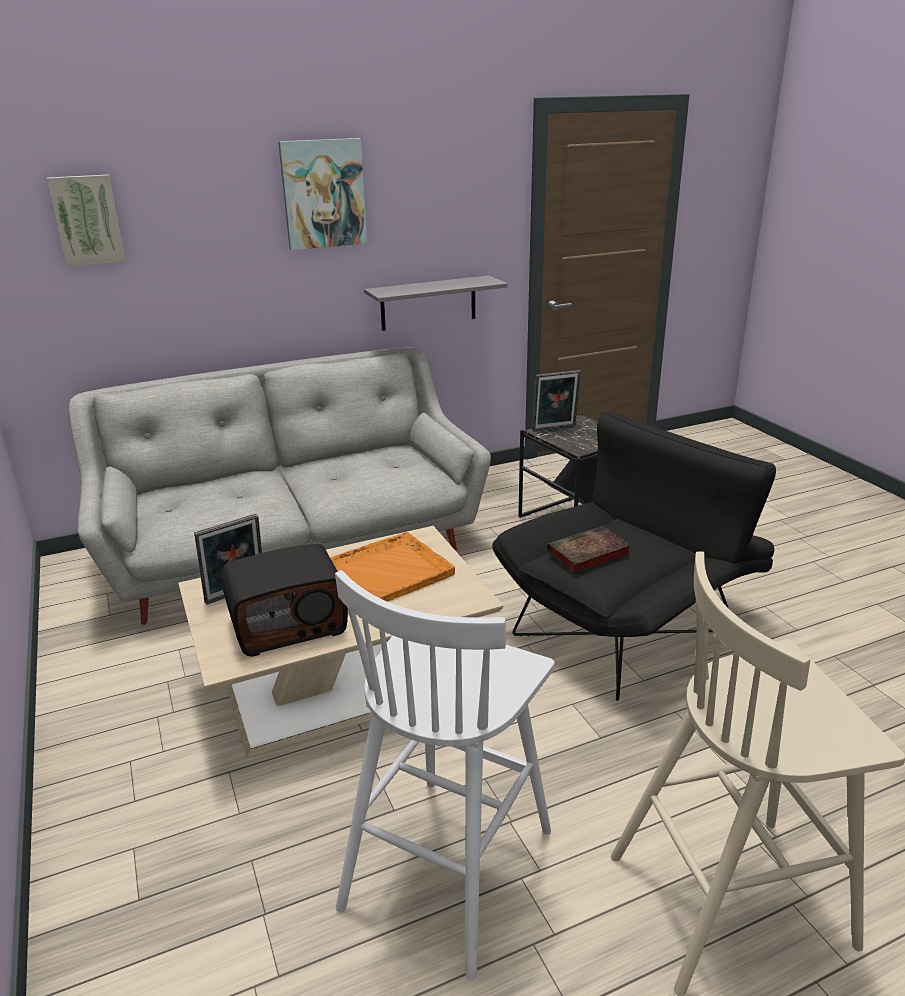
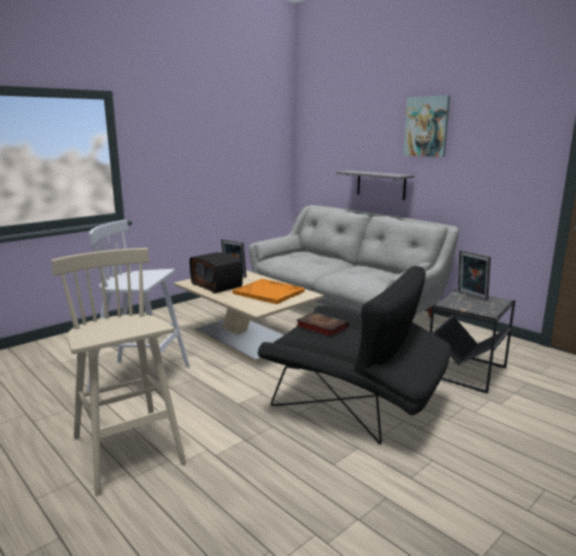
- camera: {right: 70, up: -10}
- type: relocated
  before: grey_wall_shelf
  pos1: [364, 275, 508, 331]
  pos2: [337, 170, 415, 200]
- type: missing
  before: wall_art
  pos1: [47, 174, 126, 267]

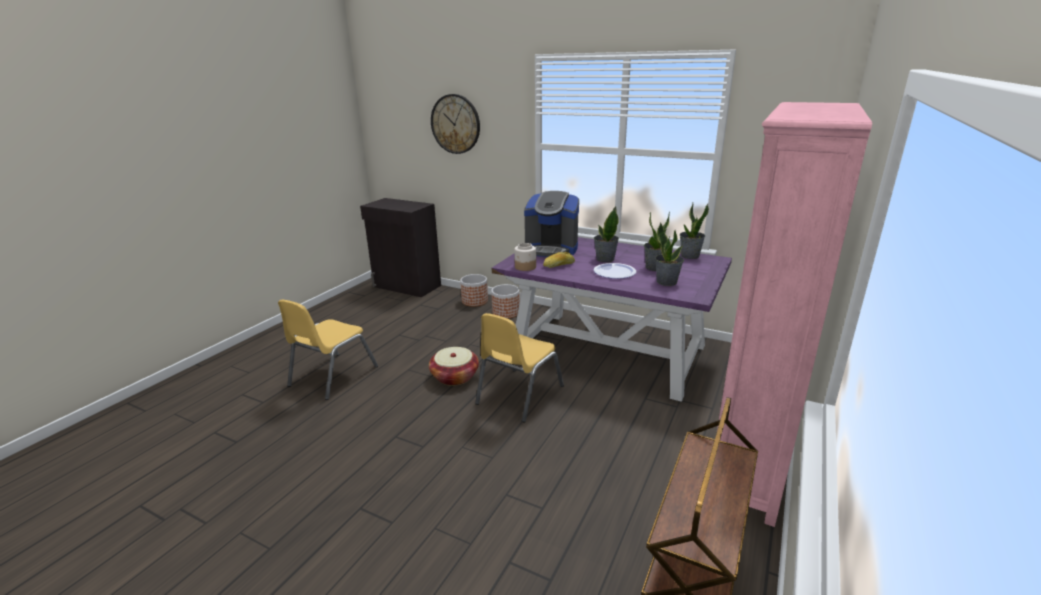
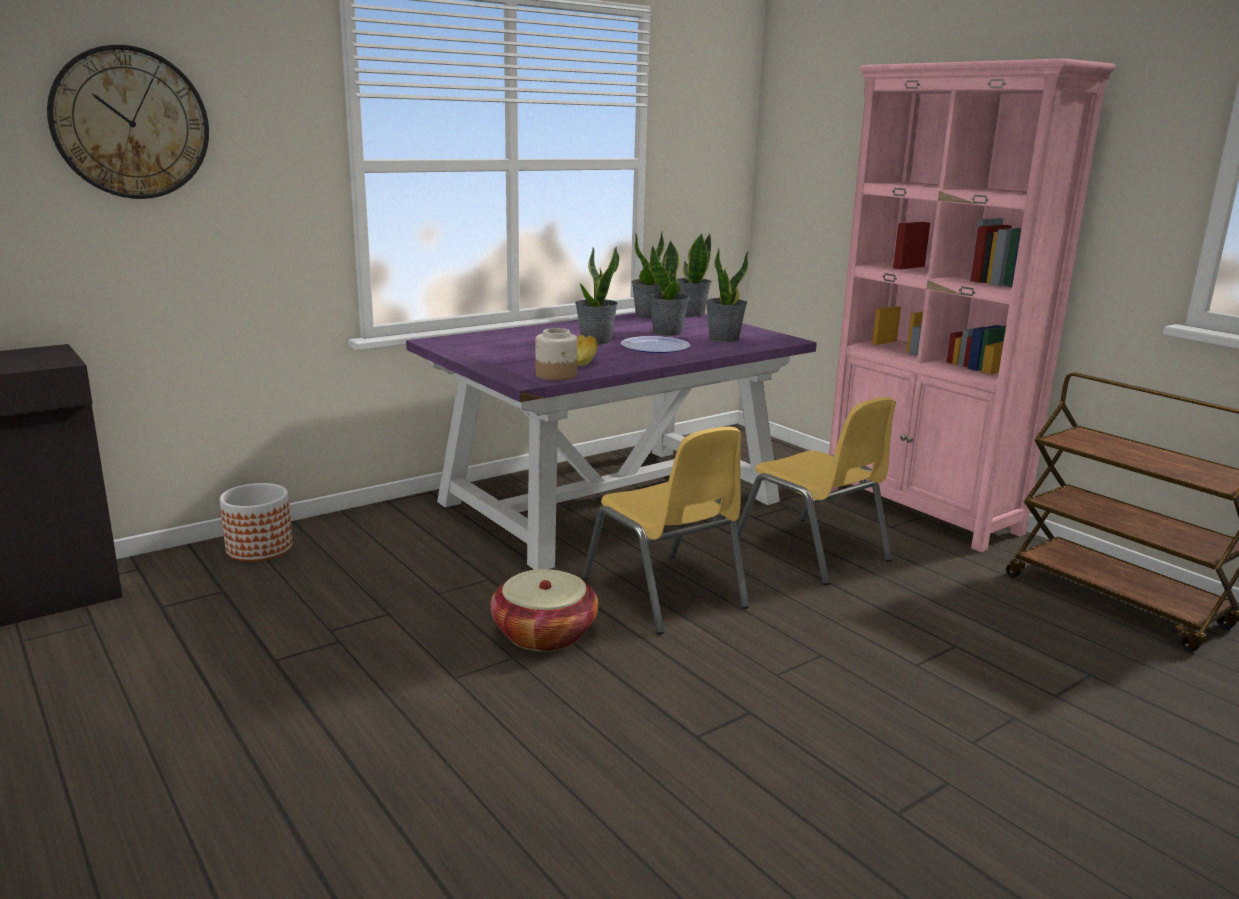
- camera: {right: -65, up: -5}
- type: appeared
  after: potted_plant
  pos2: [677, 233, 712, 317]
- type: relocated
  before: yellow-coloured_chair
  pos1: [278, 300, 378, 400]
  pos2: [737, 397, 896, 585]
- type: missing
  before: plant_pot
  pos1: [491, 284, 520, 319]
- type: missing
  before: coffee_brewer
  pos1: [524, 191, 579, 257]

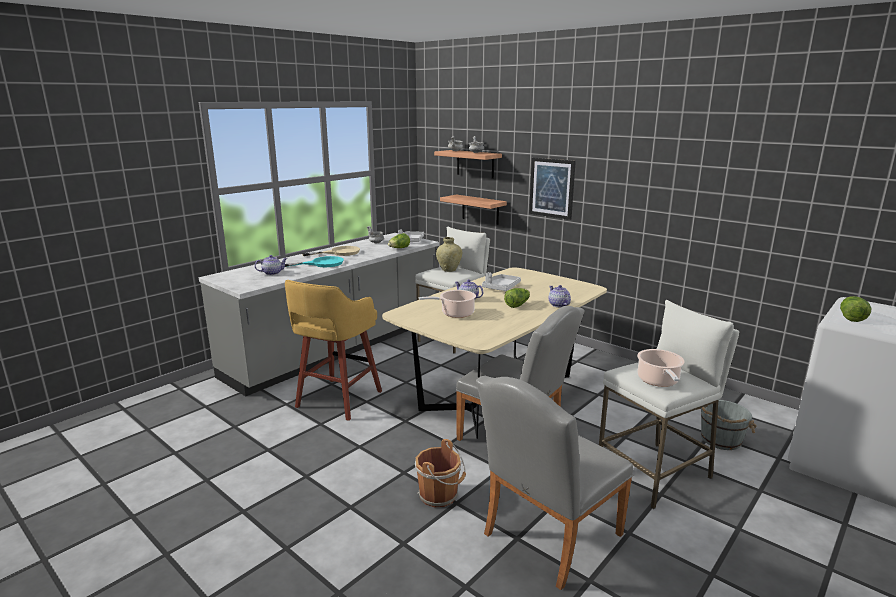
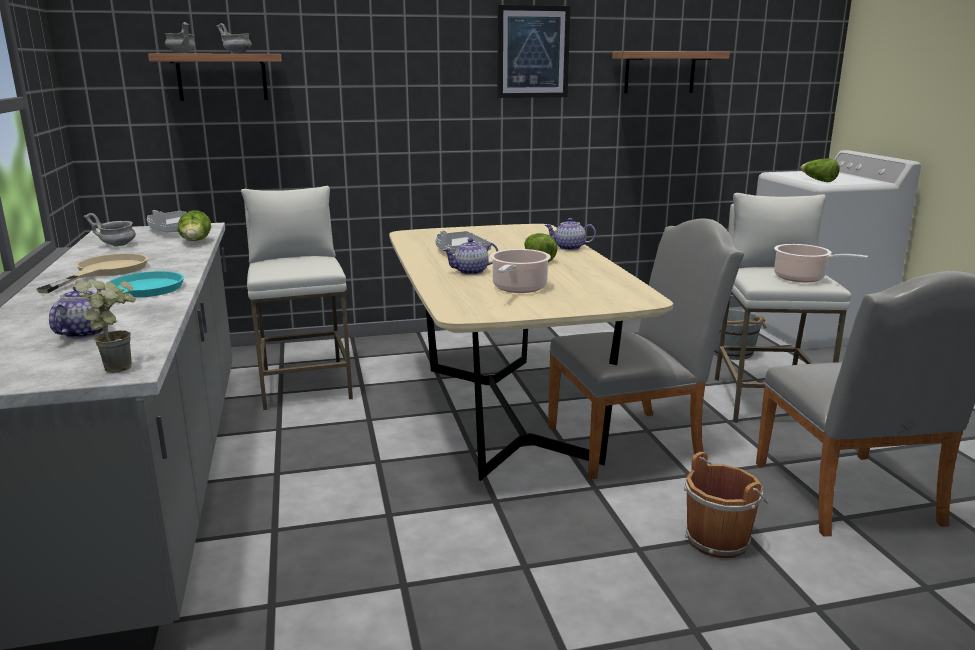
- camera: {right: -55, up: 0}
- type: appeared
  after: potted_plant
  pos2: [74, 280, 136, 373]
- type: relocated
  before: wall_art
  pos1: [529, 158, 576, 220]
  pos2: [497, 5, 571, 98]
- type: relocated
  before: wall_shelf
  pos1: [440, 194, 507, 225]
  pos2: [612, 51, 730, 93]
- type: missing
  before: yellow-coloured_stool
  pos1: [285, 280, 382, 421]
- type: missing
  before: beige_flower_vase
  pos1: [436, 237, 462, 272]

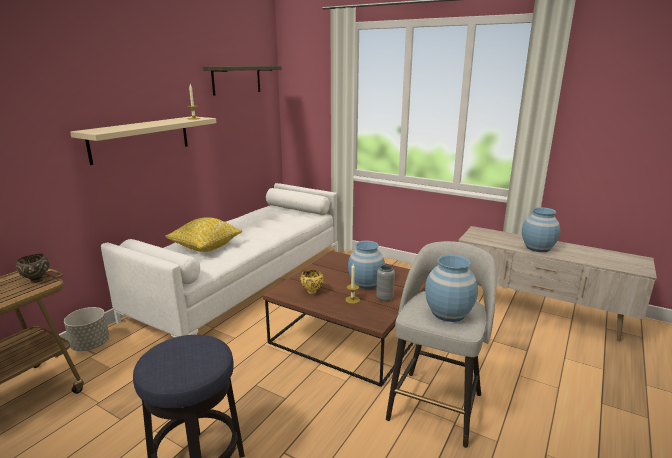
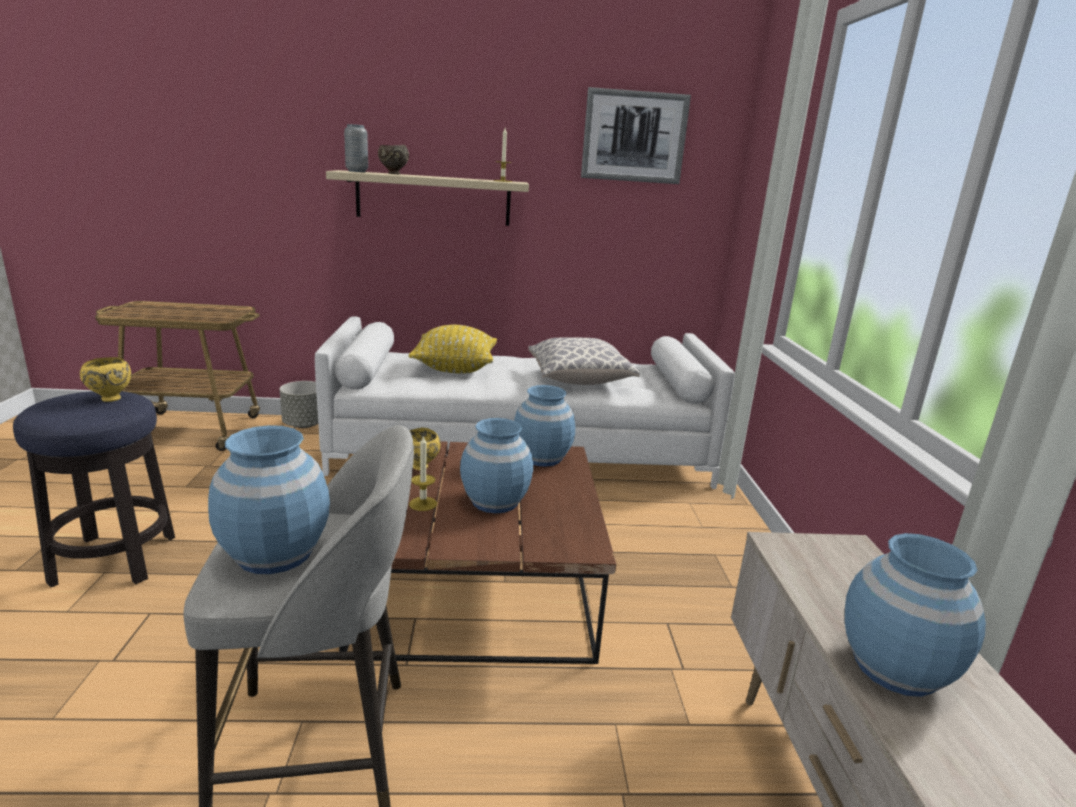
- camera: {right: 55, up: 0}
- type: appeared
  after: yellow-coloured_bowl
  pos2: [80, 357, 132, 402]
- type: relocated
  before: grey_flower_vase
  pos1: [376, 265, 395, 302]
  pos2: [344, 124, 368, 172]
- type: relocated
  before: brown_bowl
  pos1: [16, 254, 50, 283]
  pos2: [378, 145, 409, 174]
- type: appeared
  after: blue-coloured_flower_vase
  pos2: [514, 385, 575, 467]
- type: appeared
  after: throw_pillow
  pos2: [528, 337, 640, 385]
- type: exchanged
  before: wall_shelf
  after: wall_art
  pos1: [203, 66, 282, 96]
  pos2: [581, 87, 691, 184]

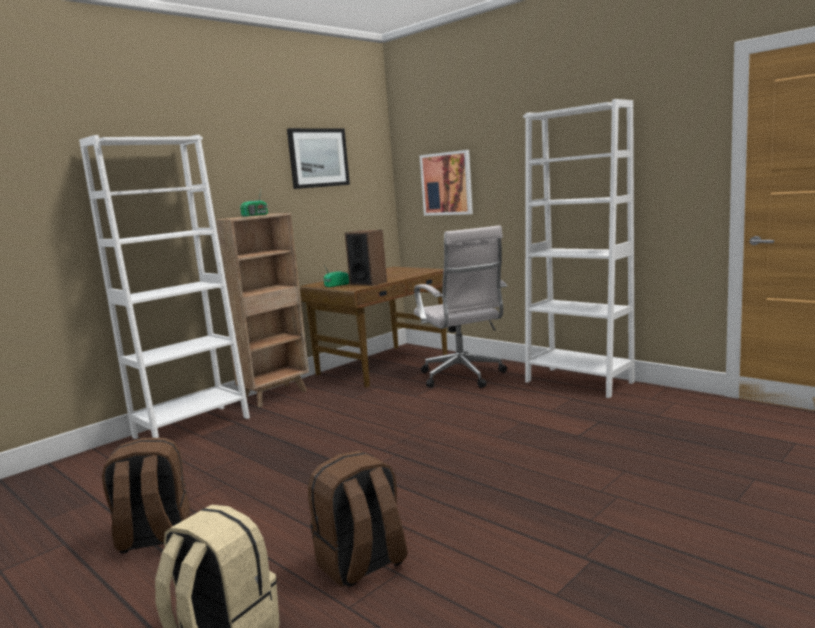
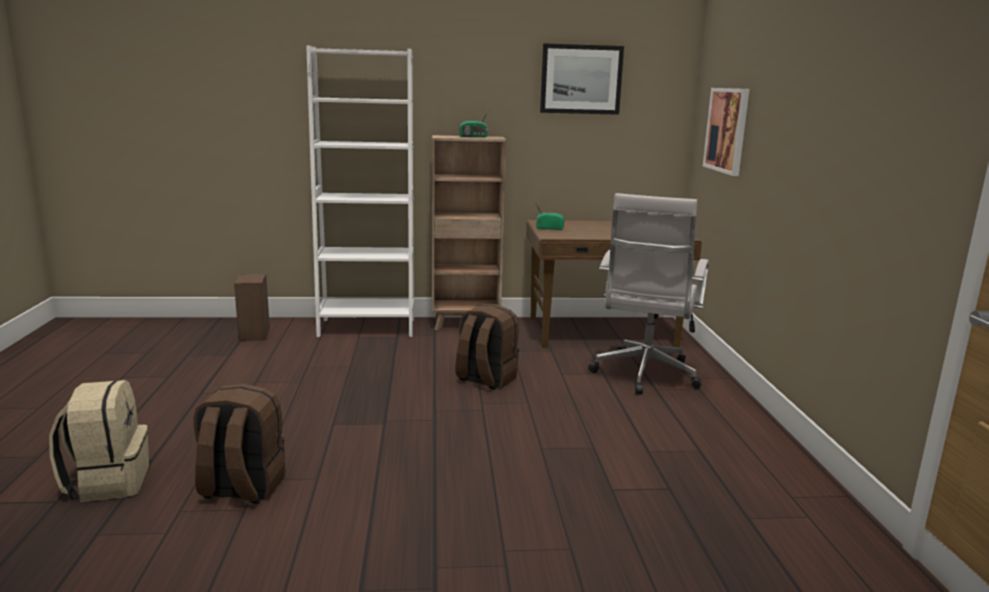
- camera: {right: 40, up: 5}
- type: relocated
  before: speaker
  pos1: [345, 230, 387, 286]
  pos2: [234, 274, 270, 341]
- type: relocated
  before: brown_rucksack
  pos1: [102, 438, 190, 553]
  pos2: [455, 304, 519, 390]
- type: missing
  before: white-coloured_bookshelf
  pos1: [523, 99, 635, 398]

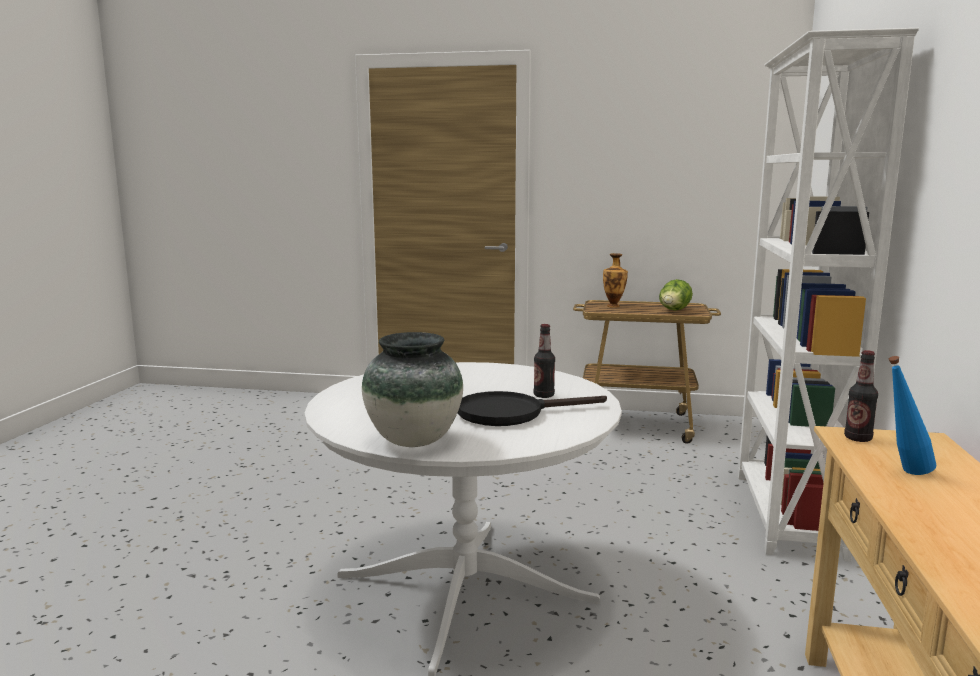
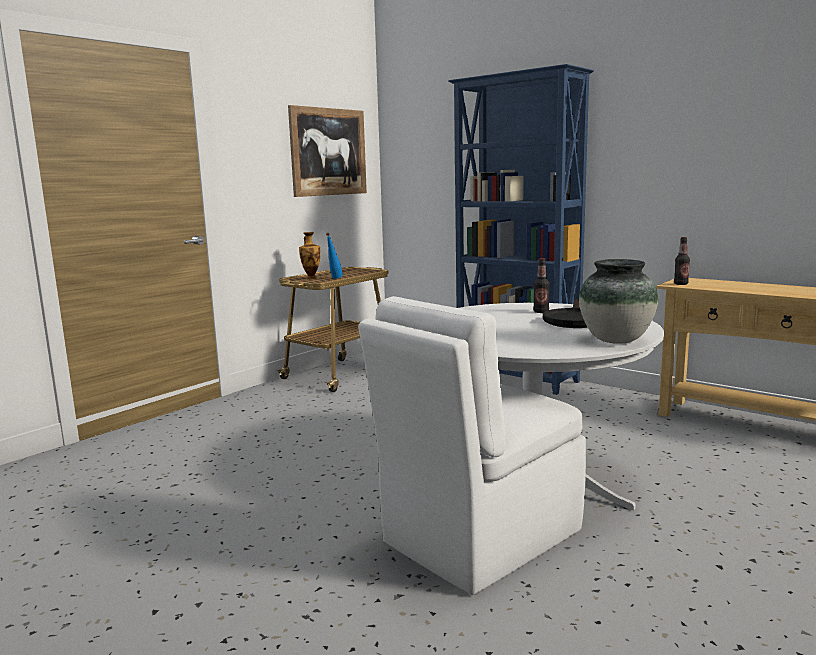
- camera: {right: -60, up: 0}
- type: appeared
  after: wall_art
  pos2: [288, 105, 367, 197]
- type: relocated
  before: blue-coloured_bottle
  pos1: [889, 356, 936, 475]
  pos2: [326, 233, 343, 279]
- type: appeared
  after: white-coloured_chair
  pos2: [358, 296, 586, 595]
- type: colour
  before: white-coloured_bookshelf
  after: blue-coloured_bookshelf
  pos1: [738, 28, 919, 562]
  pos2: [448, 64, 594, 395]
- type: missing
  before: head_of_lettuce
  pos1: [659, 279, 693, 311]

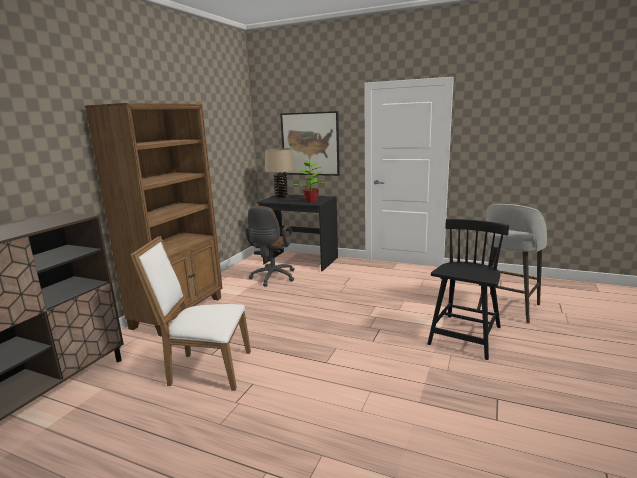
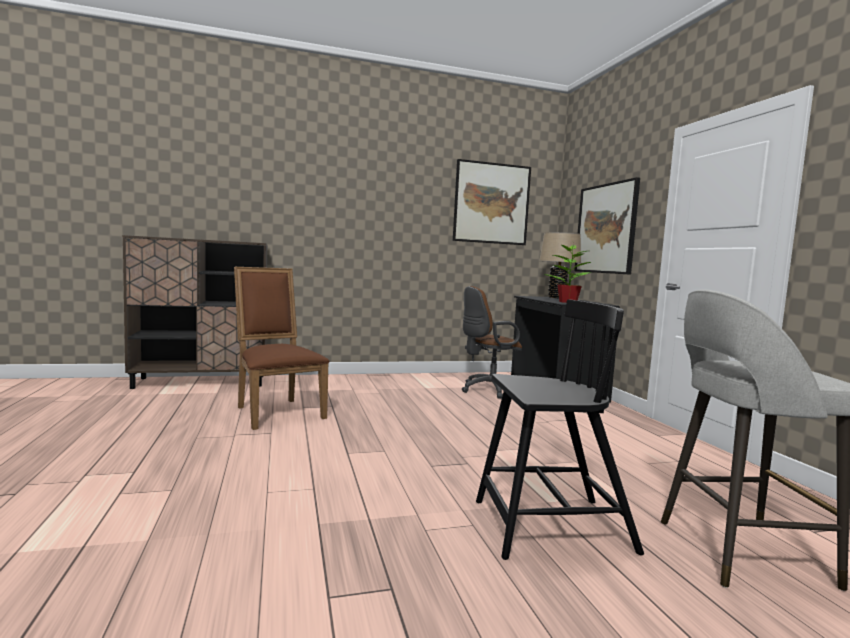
- camera: {right: 50, up: -10}
- type: colour
  before: white-coloured_chair
  after: brown_chair
  pos1: [131, 236, 251, 391]
  pos2: [234, 267, 329, 430]
- type: appeared
  after: wall_art
  pos2: [453, 159, 531, 245]
- type: missing
  before: brown_bookshelf
  pos1: [85, 103, 222, 337]

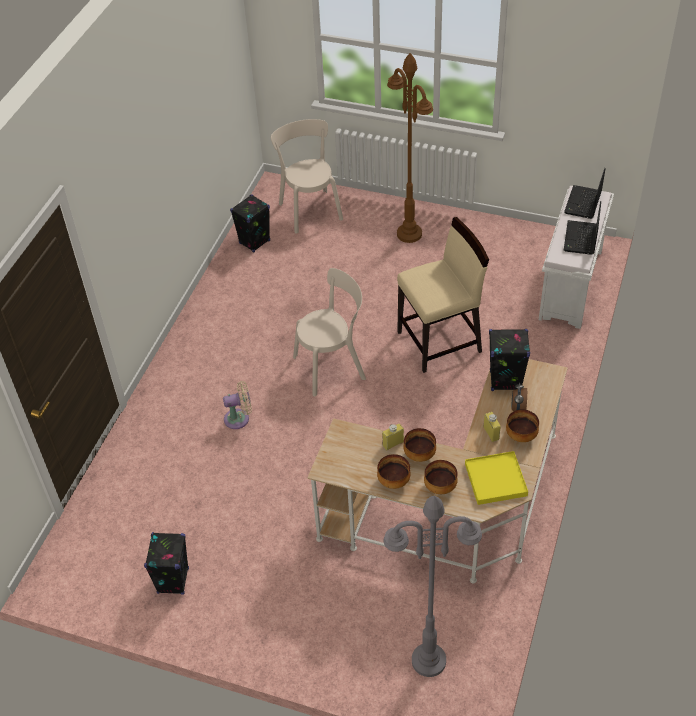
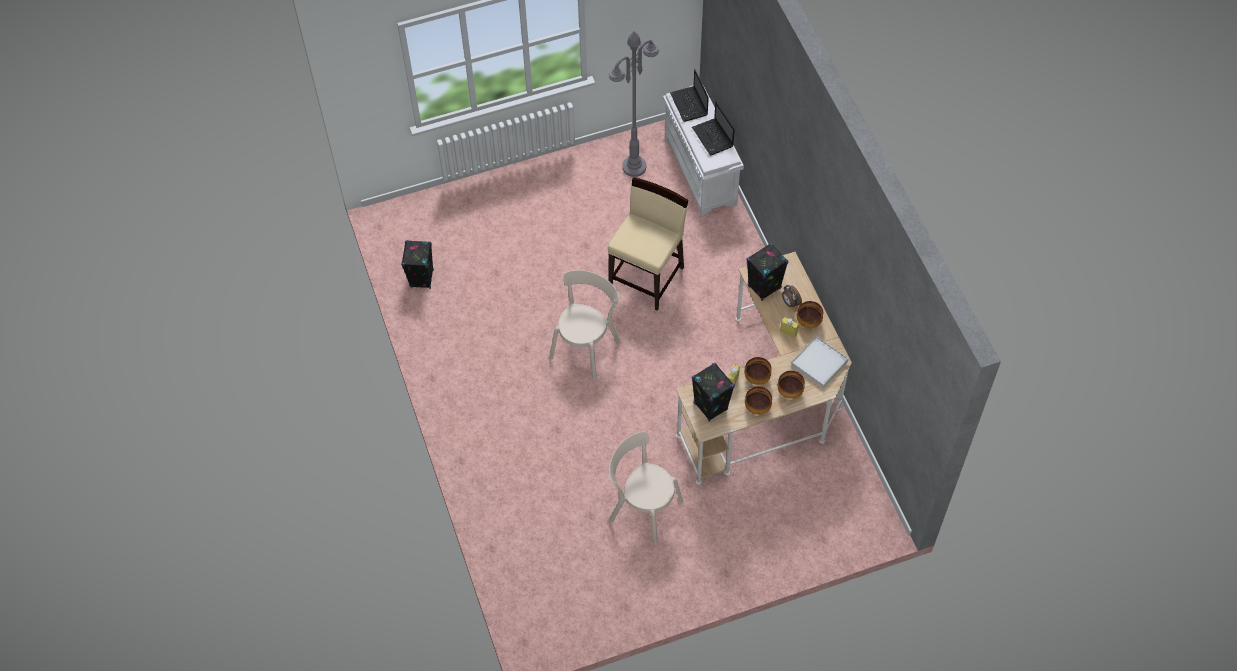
- camera: {right: -40, up: 10}
- type: relocated
  before: grey_standing_lamp
  pos1: [384, 496, 482, 677]
  pos2: [609, 31, 659, 177]
- type: relocated
  before: beige_chair
  pos1: [271, 119, 343, 234]
  pos2: [609, 432, 683, 546]
- type: relocated
  before: black-coloured_speaker
  pos1: [144, 532, 189, 595]
  pos2: [692, 363, 735, 422]
- type: colour
  before: yellow-coloured_carrying_tray
  after: white-coloured_carrying_tray
  pos1: [465, 451, 528, 505]
  pos2: [791, 336, 849, 388]
- type: missing
  before: beige_fan
  pos1: [223, 381, 252, 429]
- type: missing
  before: brown_standing_lamp
  pos1: [387, 53, 433, 243]

